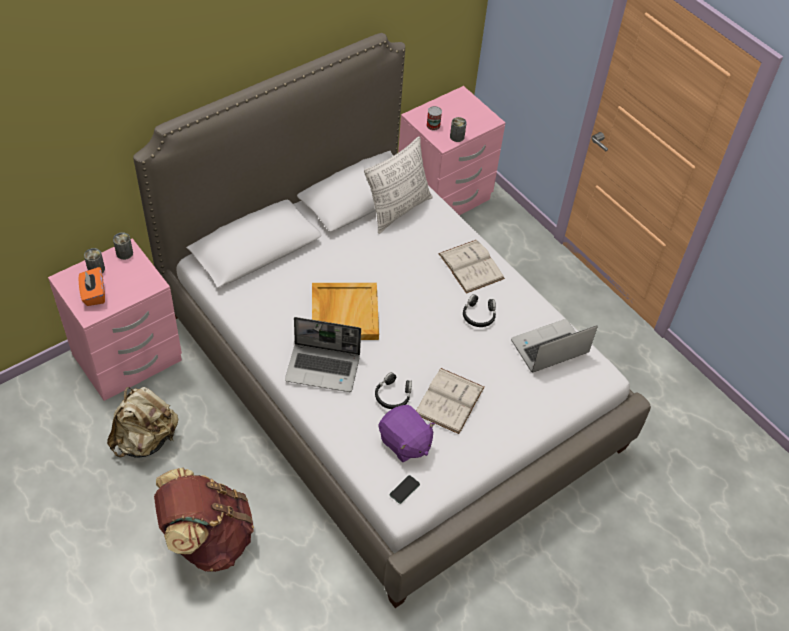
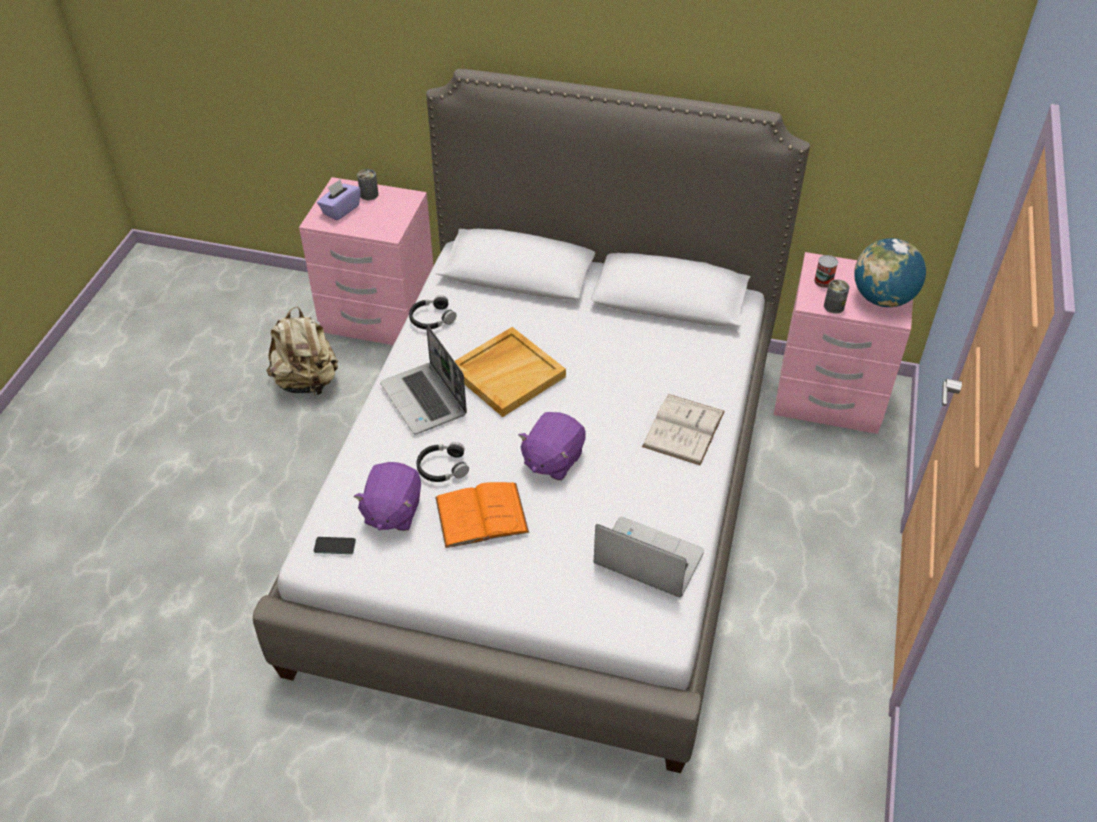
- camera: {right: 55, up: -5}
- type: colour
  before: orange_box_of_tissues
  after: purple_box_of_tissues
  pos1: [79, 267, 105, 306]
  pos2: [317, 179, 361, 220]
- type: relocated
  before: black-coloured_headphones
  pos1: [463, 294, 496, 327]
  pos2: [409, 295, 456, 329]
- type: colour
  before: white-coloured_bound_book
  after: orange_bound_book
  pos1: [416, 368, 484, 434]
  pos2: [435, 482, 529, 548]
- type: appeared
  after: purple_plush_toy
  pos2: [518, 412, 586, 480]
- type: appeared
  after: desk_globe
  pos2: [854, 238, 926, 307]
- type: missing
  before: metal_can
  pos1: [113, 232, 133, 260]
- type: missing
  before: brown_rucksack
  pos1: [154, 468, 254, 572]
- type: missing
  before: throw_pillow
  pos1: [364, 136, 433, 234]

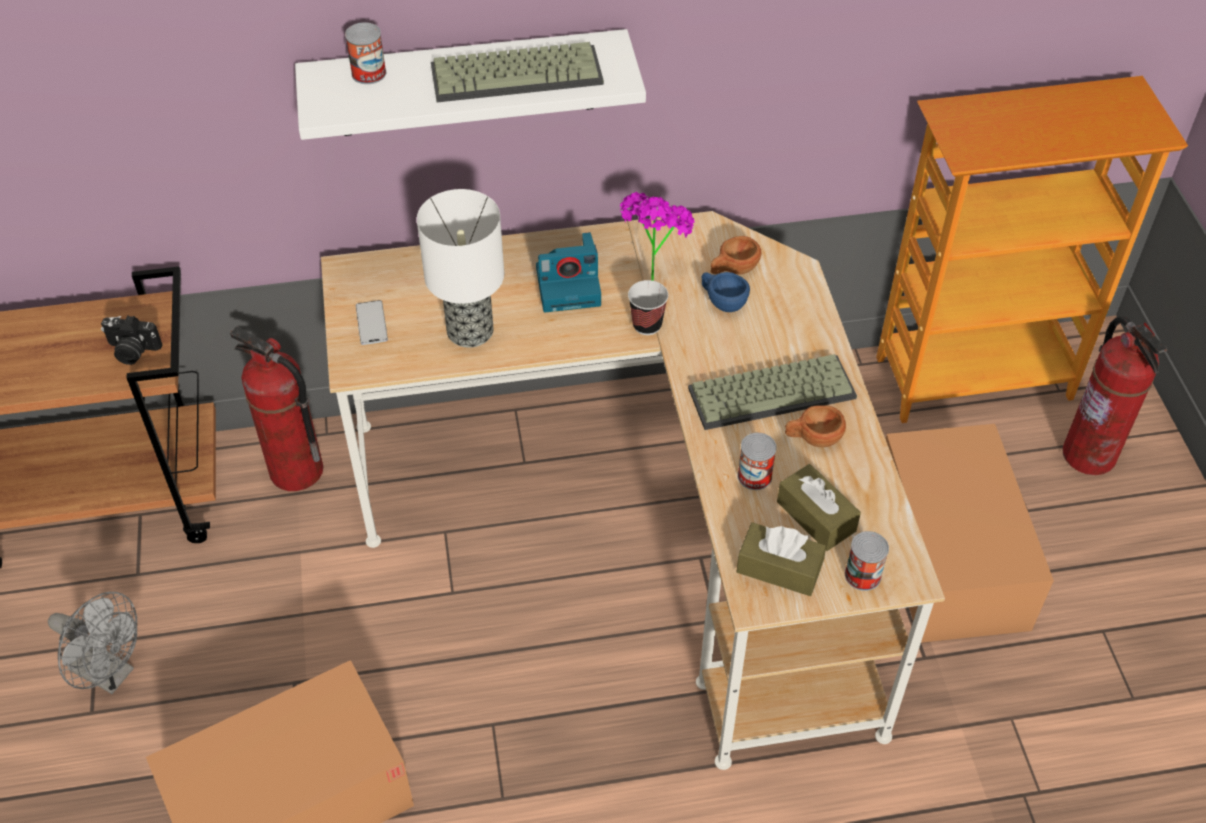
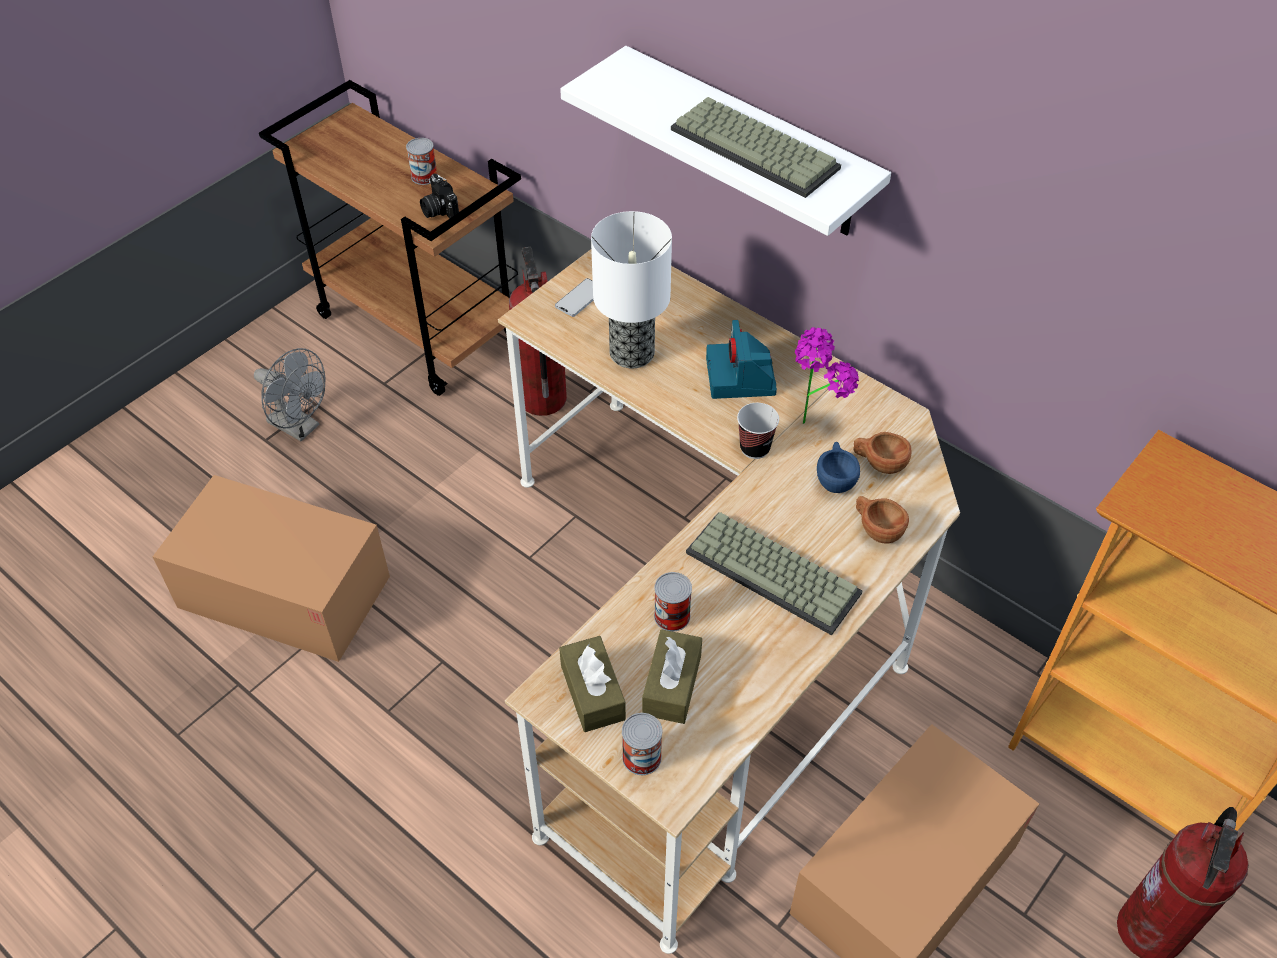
- camera: {right: 50, up: 0}
- type: spun
  before: grey_fan
  pos1: [48, 592, 137, 694]
  pos2: [254, 348, 326, 441]
  turn: -45
- type: relocated
  before: metal_can
  pos1: [345, 22, 386, 84]
  pos2: [406, 138, 437, 185]
- type: spun
  before: still_camera
  pos1: [536, 232, 601, 312]
  pos2: [706, 320, 777, 399]
  turn: 45
- type: relocated
  before: brown_cup
  pos1: [785, 405, 846, 447]
  pos2: [856, 496, 909, 544]

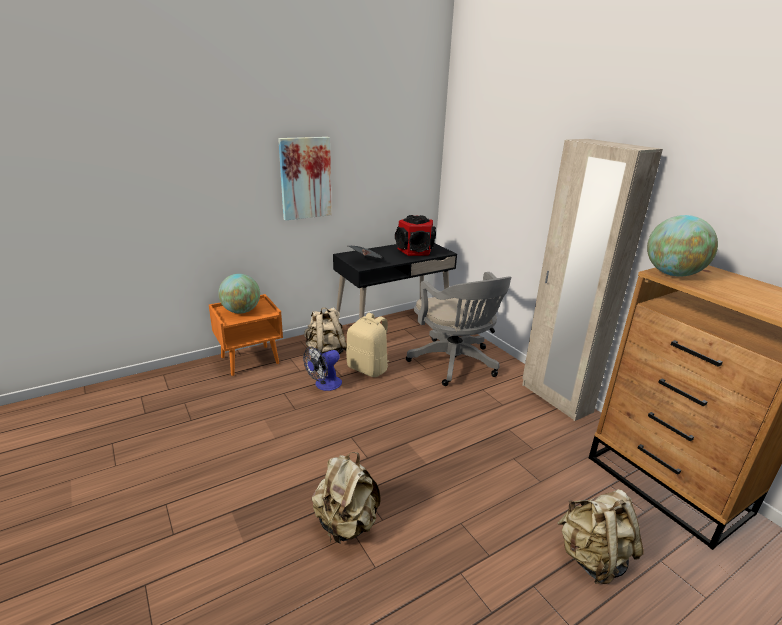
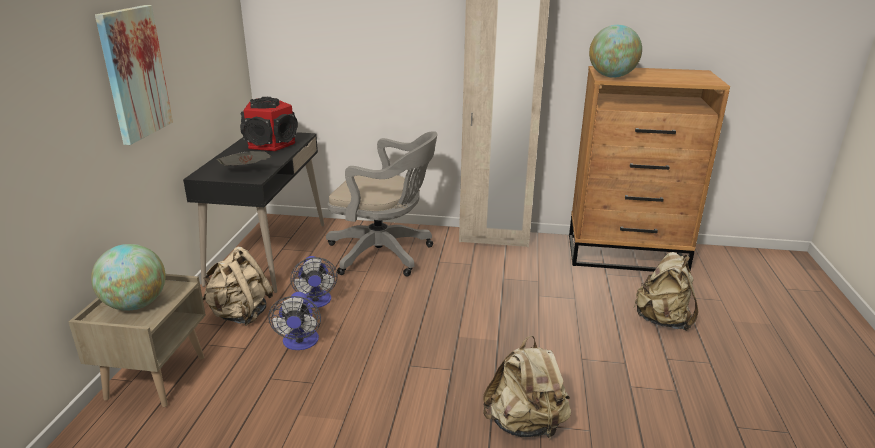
- camera: {right: -50, up: 0}
- type: colour
  before: orange_night_table
  after: beige_night_table
  pos1: [209, 294, 283, 376]
  pos2: [69, 274, 206, 407]
- type: exchanged
  before: beige_rucksack
  after: fan
  pos1: [346, 313, 389, 377]
  pos2: [290, 256, 337, 308]

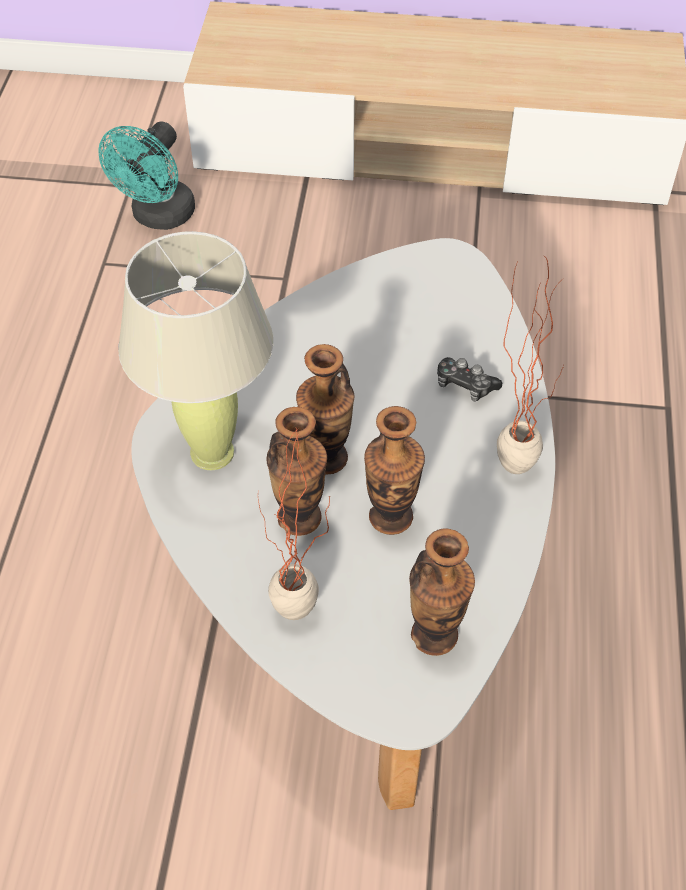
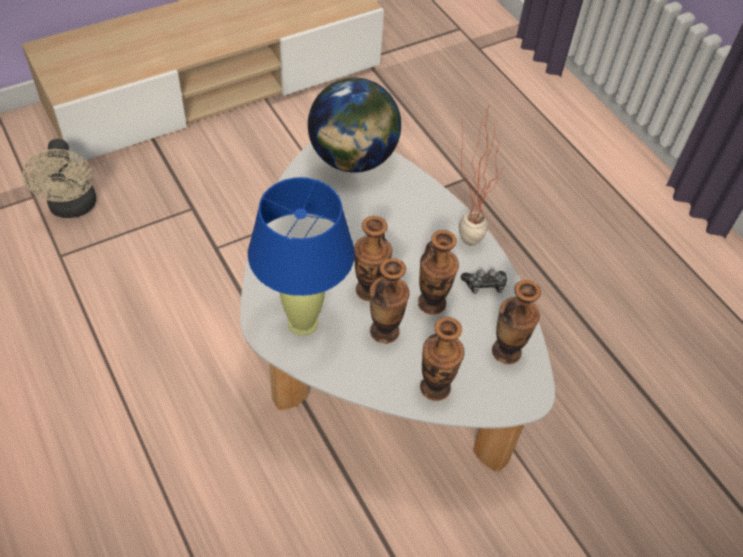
- camera: {right: -40, up: 0}
- type: colour
  before: turquoise-coloured_fan
  after: beige_fan
  pos1: [98, 122, 195, 230]
  pos2: [23, 139, 96, 218]
- type: colour
  before: beige_tabletop_lamp
  after: blue-coloured_tabletop_lamp
  pos1: [118, 231, 274, 470]
  pos2: [248, 177, 355, 336]
- type: appeared
  after: desk_globe
  pos2: [308, 77, 401, 173]
- type: exchanged
  before: potted_plant
  after: flower_vase
  pos1: [258, 428, 330, 620]
  pos2: [420, 317, 465, 401]
- type: relocated
  before: game_controller
  pos1: [437, 357, 502, 402]
  pos2: [461, 269, 507, 294]

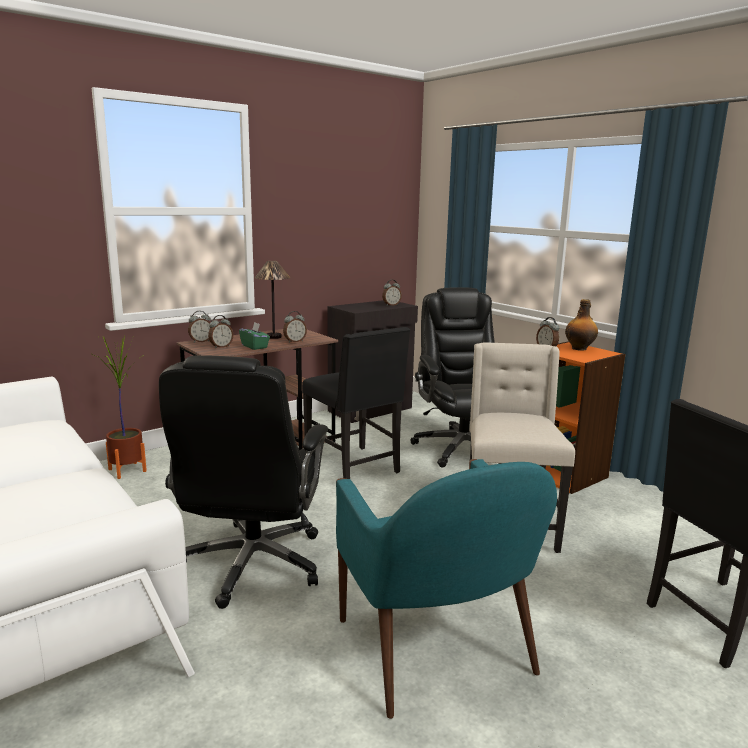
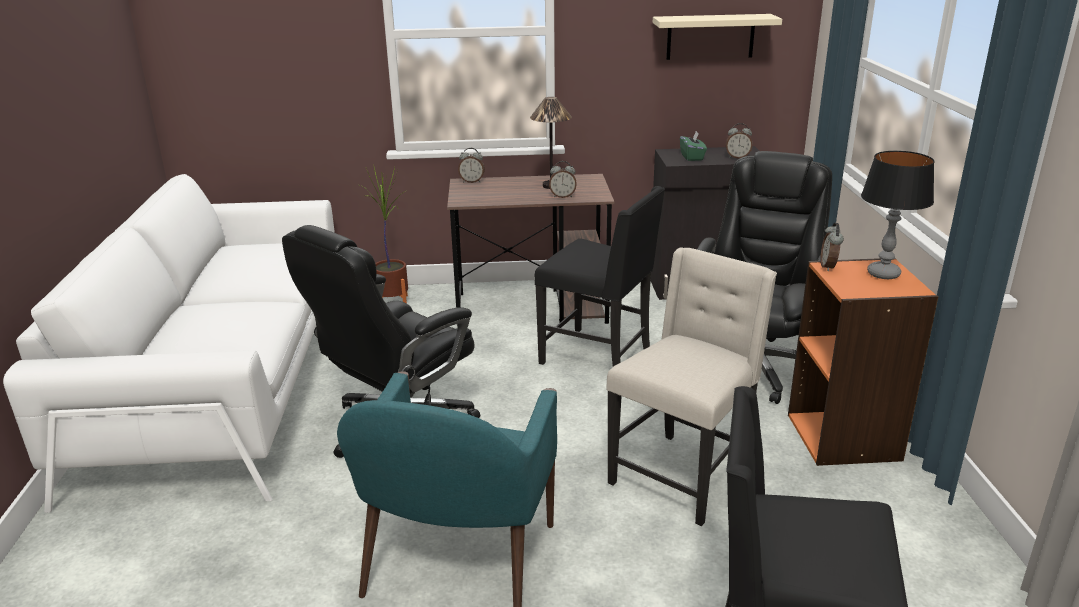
- camera: {right: 35, up: 10}
- type: spun
  before: black-coloured_chair
  pos1: [302, 327, 410, 479]
  pos2: [534, 186, 665, 366]
  turn: -60
- type: appeared
  after: beige_wall_shelf
  pos2: [653, 14, 782, 60]
- type: relocated
  before: greenish_box_of_tissues
  pos1: [239, 322, 270, 350]
  pos2: [680, 131, 707, 161]
- type: exchanged
  before: bottle
  after: tabletop_lamp
  pos1: [565, 299, 598, 351]
  pos2: [861, 151, 935, 279]
- type: missing
  before: table_clock
  pos1: [208, 315, 233, 349]

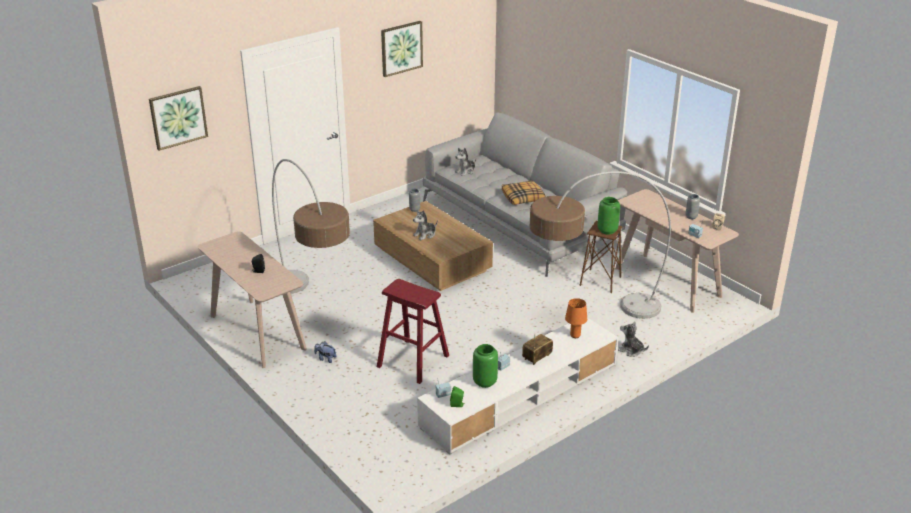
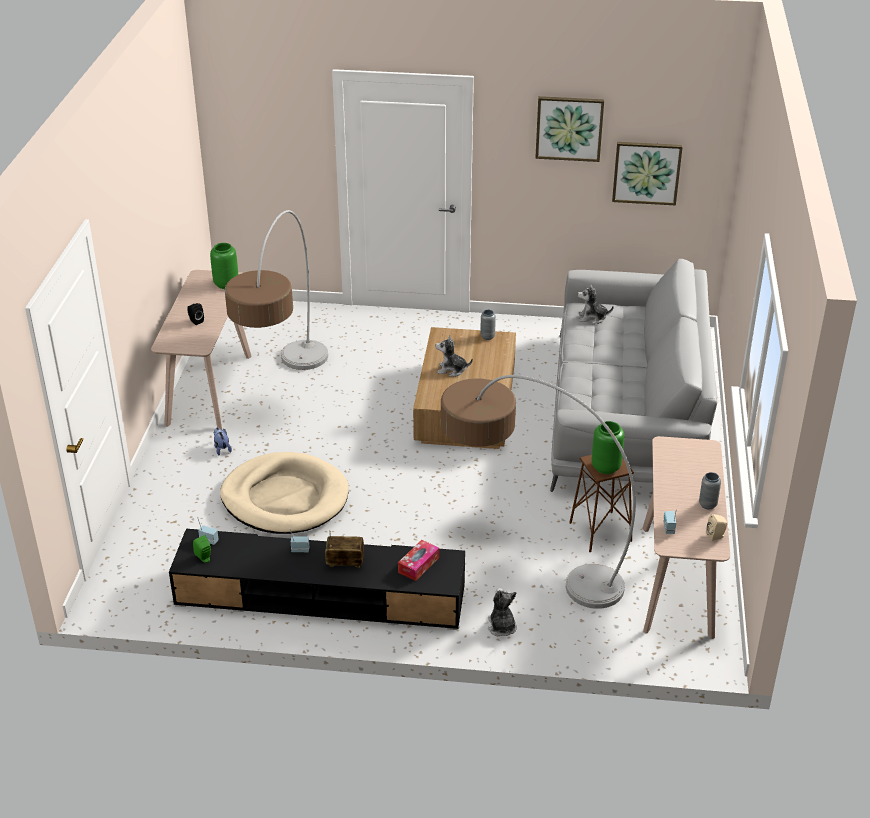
- camera: {right: 45, up: 5}
- type: colour
  before: white-coloured_media_console
  after: black-coloured_media_console
  pos1: [417, 318, 618, 455]
  pos2: [169, 529, 465, 630]
- type: relocated
  before: greenish_flower_vase
  pos1: [473, 344, 498, 388]
  pos2: [210, 243, 238, 289]
- type: exchanged
  before: red_stool
  after: beige_pet_bed
  pos1: [377, 279, 449, 384]
  pos2: [220, 452, 349, 534]
- type: exchanged
  before: orange_tabletop_lamp
  after: box_of_tissues
  pos1: [565, 298, 587, 338]
  pos2: [398, 540, 439, 581]
- type: relocated
  before: wall_art
  pos1: [149, 86, 208, 151]
  pos2: [612, 142, 683, 205]
- type: missing
  before: throw_pillow
  pos1: [502, 180, 546, 205]

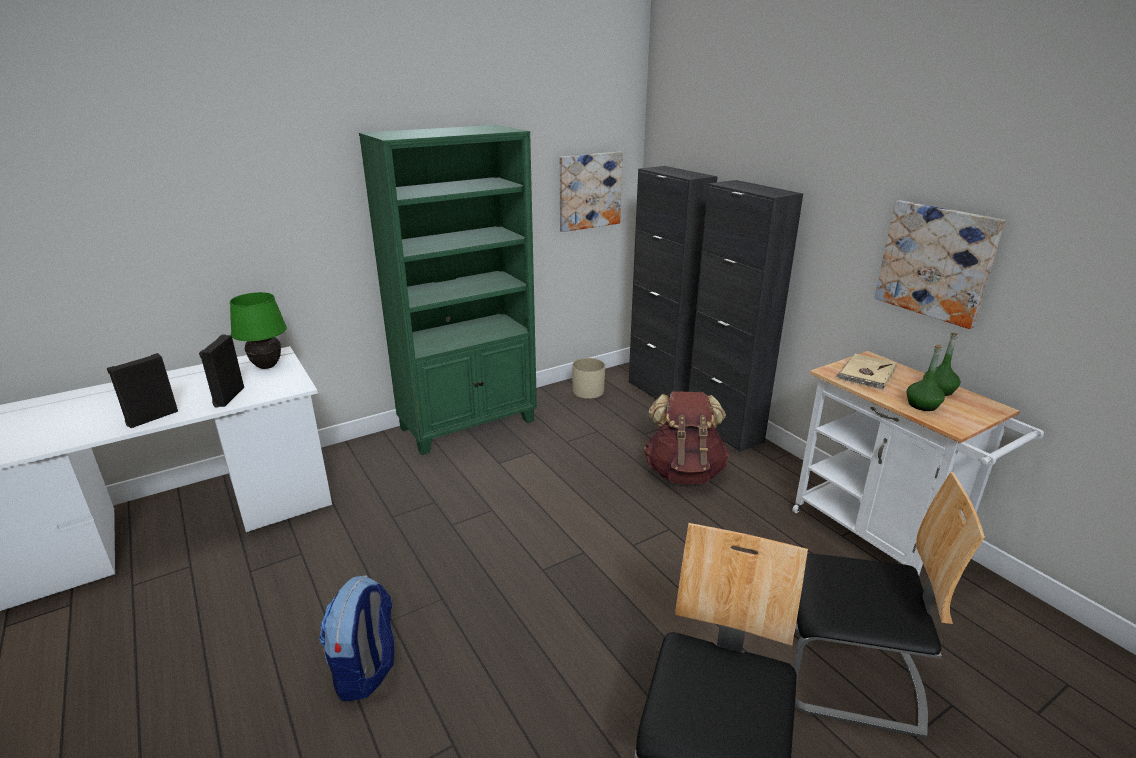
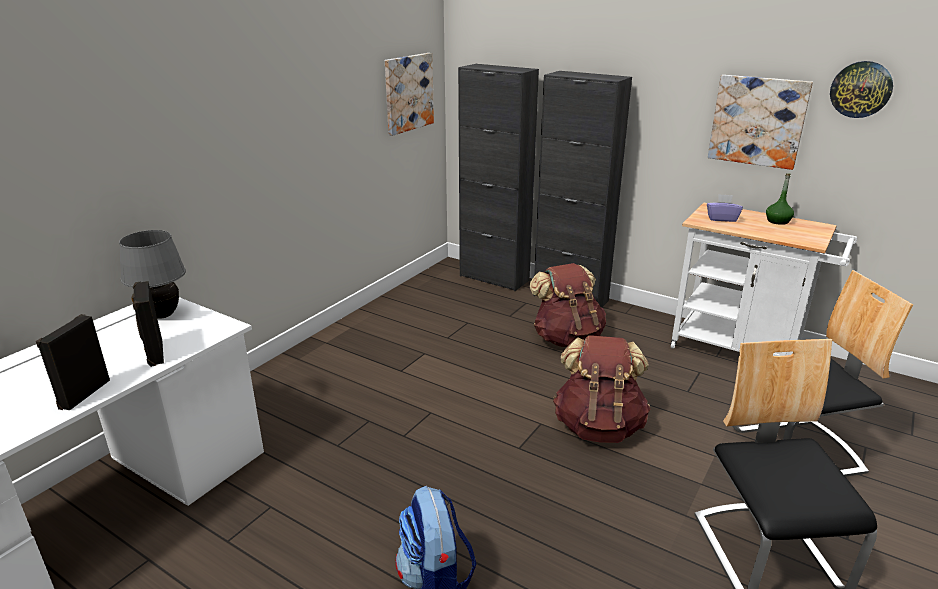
- camera: {right: -25, up: 0}
- type: colour
  before: greenish_tabletop_lamp
  after: grey_tabletop_lamp
  pos1: [230, 292, 287, 369]
  pos2: [119, 230, 186, 319]
- type: appeared
  after: brown_rucksack
  pos2: [553, 335, 651, 443]
- type: exchanged
  before: beige_bound_book
  after: purple_box_of_tissues
  pos1: [836, 354, 897, 390]
  pos2: [707, 194, 743, 222]
- type: appeared
  after: clock_on_the_wall
  pos2: [830, 61, 893, 118]
- type: missing
  before: greenish_bookshelf
  pos1: [359, 125, 537, 455]
- type: missing
  before: beige_plant_pot
  pos1: [572, 358, 605, 399]
- type: missing
  before: greenish_bottle
  pos1: [906, 345, 945, 411]

